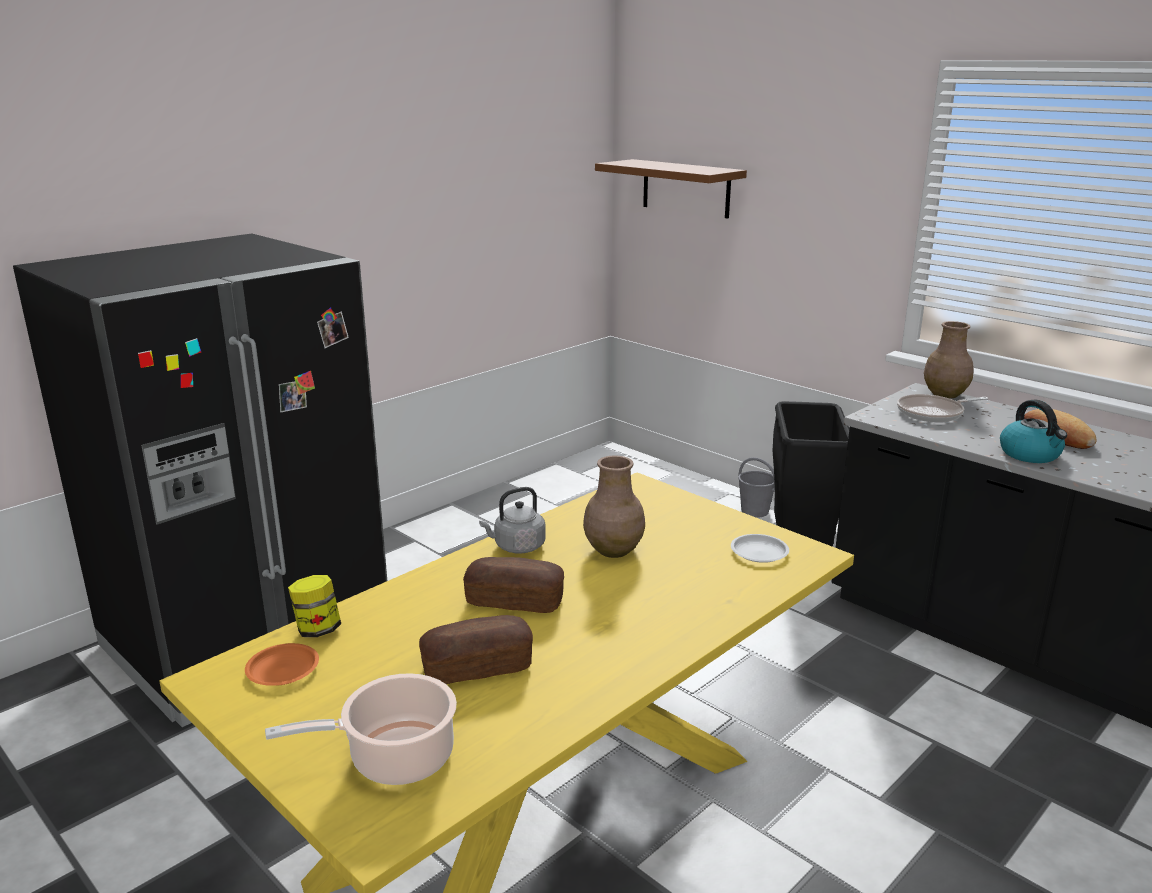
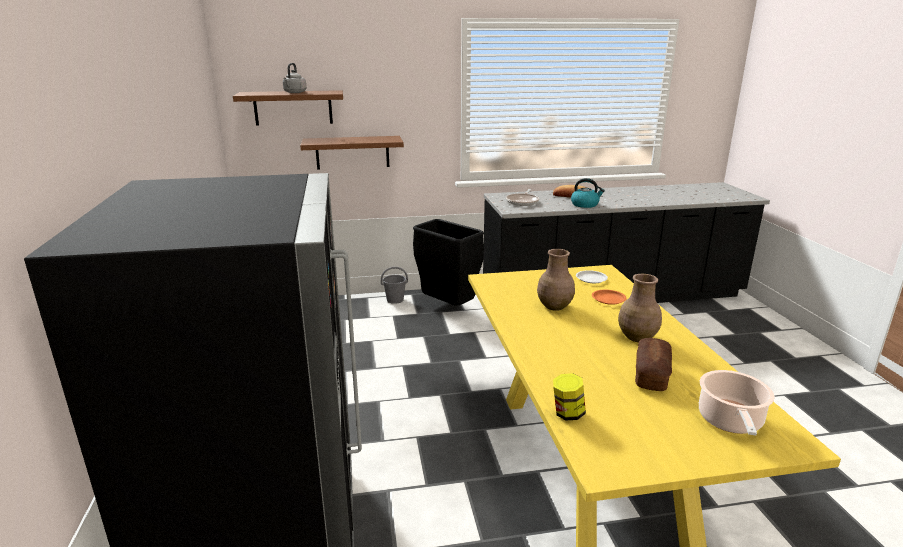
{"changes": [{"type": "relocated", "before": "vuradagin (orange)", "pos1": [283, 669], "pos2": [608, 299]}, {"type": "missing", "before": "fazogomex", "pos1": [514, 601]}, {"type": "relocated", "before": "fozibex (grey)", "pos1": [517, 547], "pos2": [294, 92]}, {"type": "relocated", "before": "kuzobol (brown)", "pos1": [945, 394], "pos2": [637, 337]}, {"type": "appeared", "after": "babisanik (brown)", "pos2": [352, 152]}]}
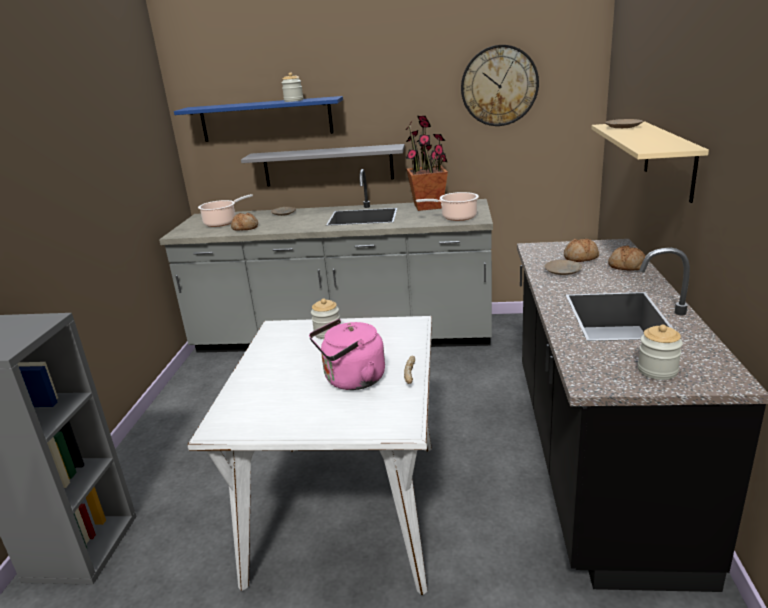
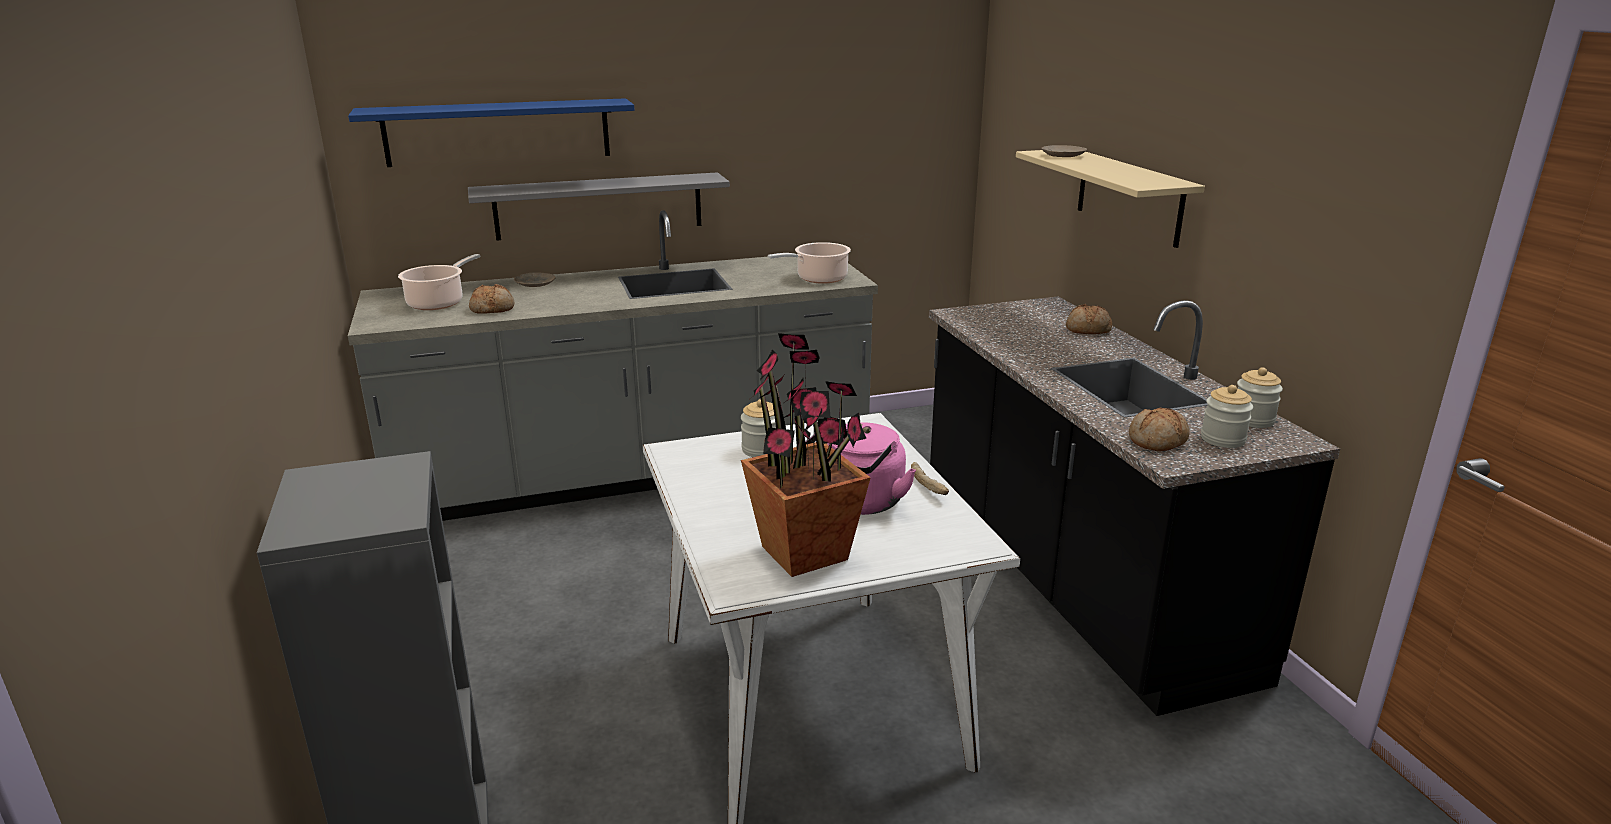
{"changes": [{"type": "relocated", "before": "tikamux", "pos1": [293, 100], "pos2": [1252, 420]}, {"type": "relocated", "before": "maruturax", "pos1": [428, 206], "pos2": [805, 553]}, {"type": "missing", "before": "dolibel", "pos1": [499, 86]}, {"type": "missing", "before": "vuradagin (beige)", "pos1": [563, 271]}, {"type": "relocated", "before": "fazogomex", "pos1": [581, 258], "pos2": [1158, 441]}]}
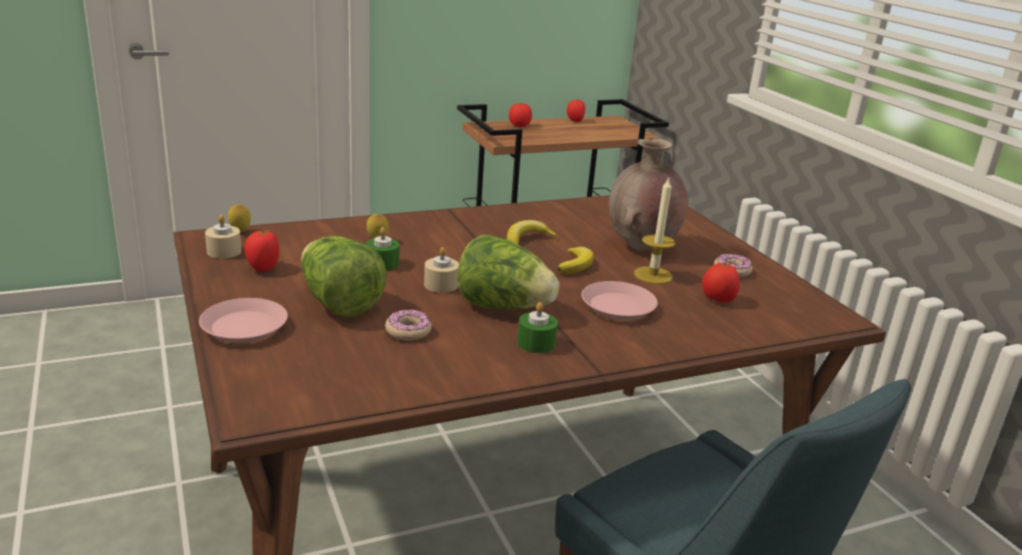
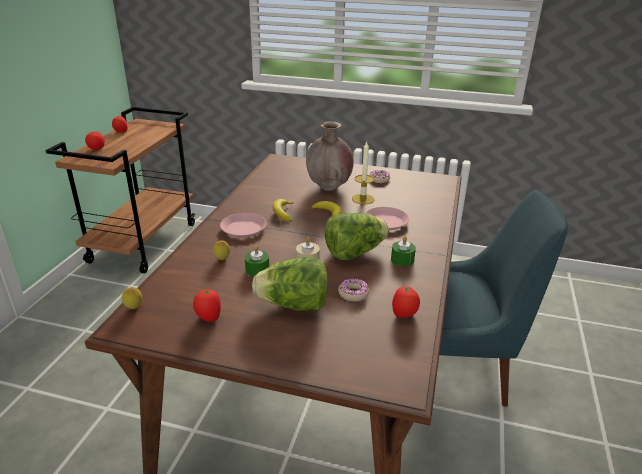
{"changes": [{"type": "relocated", "before": "vuradagin (pink)", "pos1": [245, 327], "pos2": [244, 229]}, {"type": "missing", "before": "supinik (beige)", "pos1": [224, 251]}, {"type": "relocated", "before": "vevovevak", "pos1": [717, 300], "pos2": [404, 315]}]}
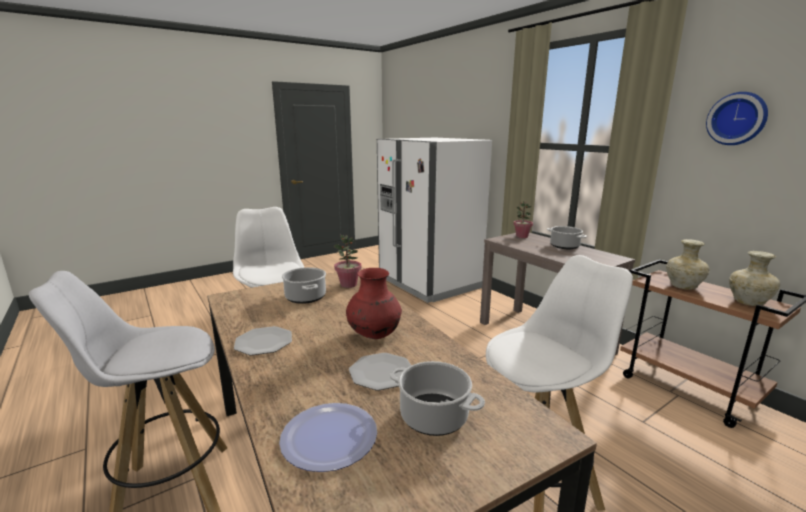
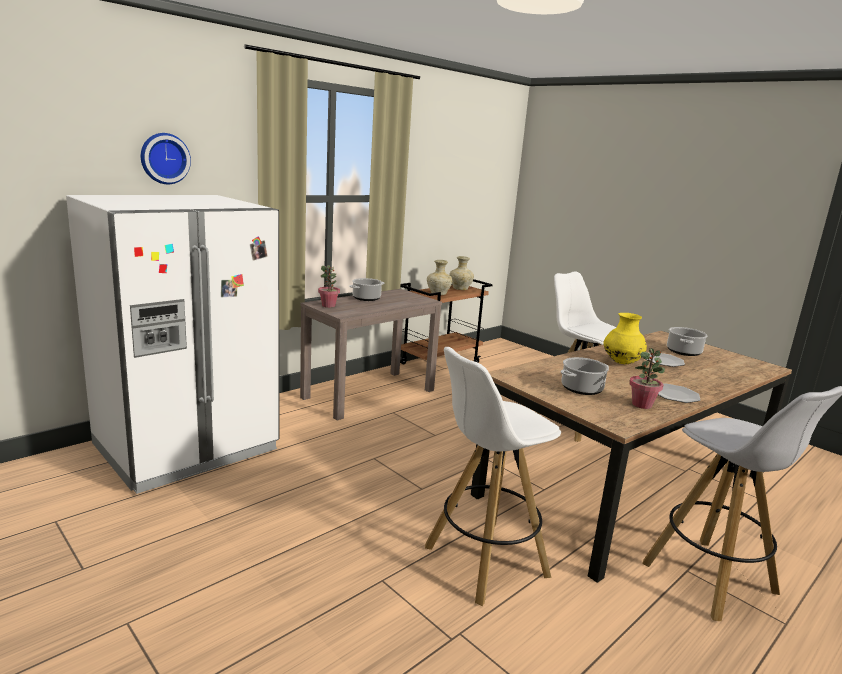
{"changes": [{"type": "missing", "before": "vuradagin", "pos1": [329, 437]}, {"type": "relocated", "before": "maruturax", "pos1": [348, 285], "pos2": [642, 405]}, {"type": "colour", "before": "kuzobol (red)", "after": "kuzobol (yellow)", "pos1": [374, 335], "pos2": [621, 363]}, {"type": "relocated", "before": "dolibel", "pos1": [737, 119], "pos2": [164, 158]}]}
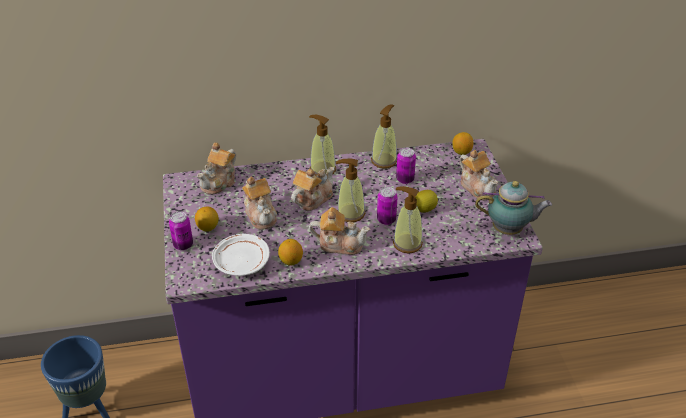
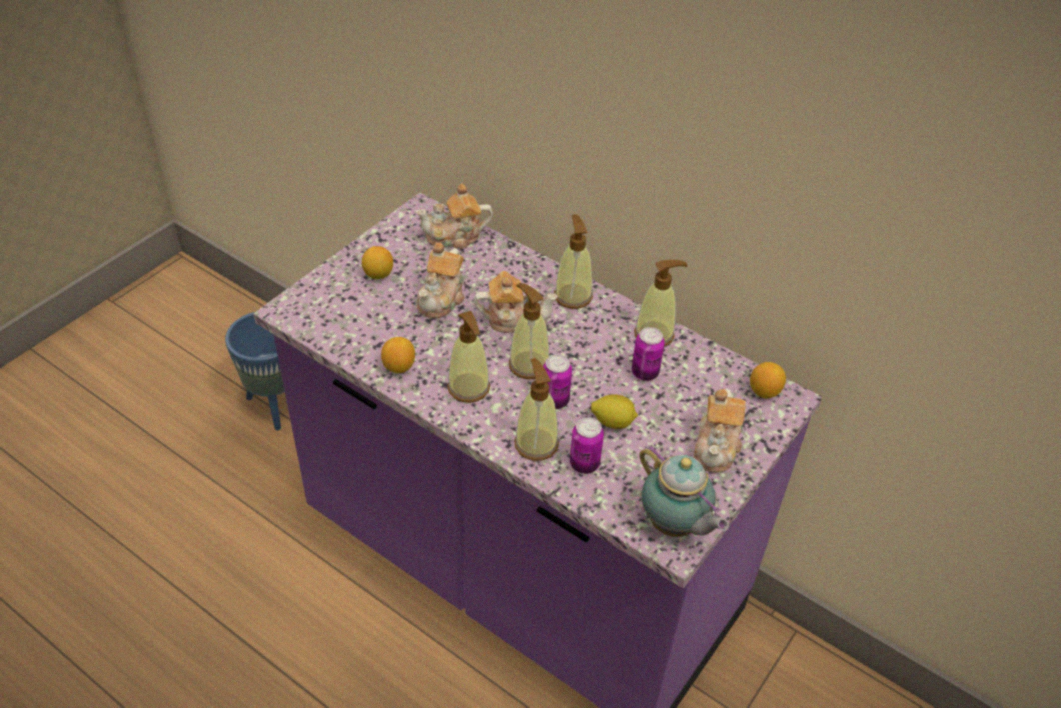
{"changes": [{"type": "relocated", "before": "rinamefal", "pos1": [183, 245], "pos2": [584, 464]}, {"type": "missing", "before": "vuradagin (white)", "pos1": [241, 262]}, {"type": "exchanged", "before": "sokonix", "after": "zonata", "pos1": [339, 244], "pos2": [469, 388]}]}
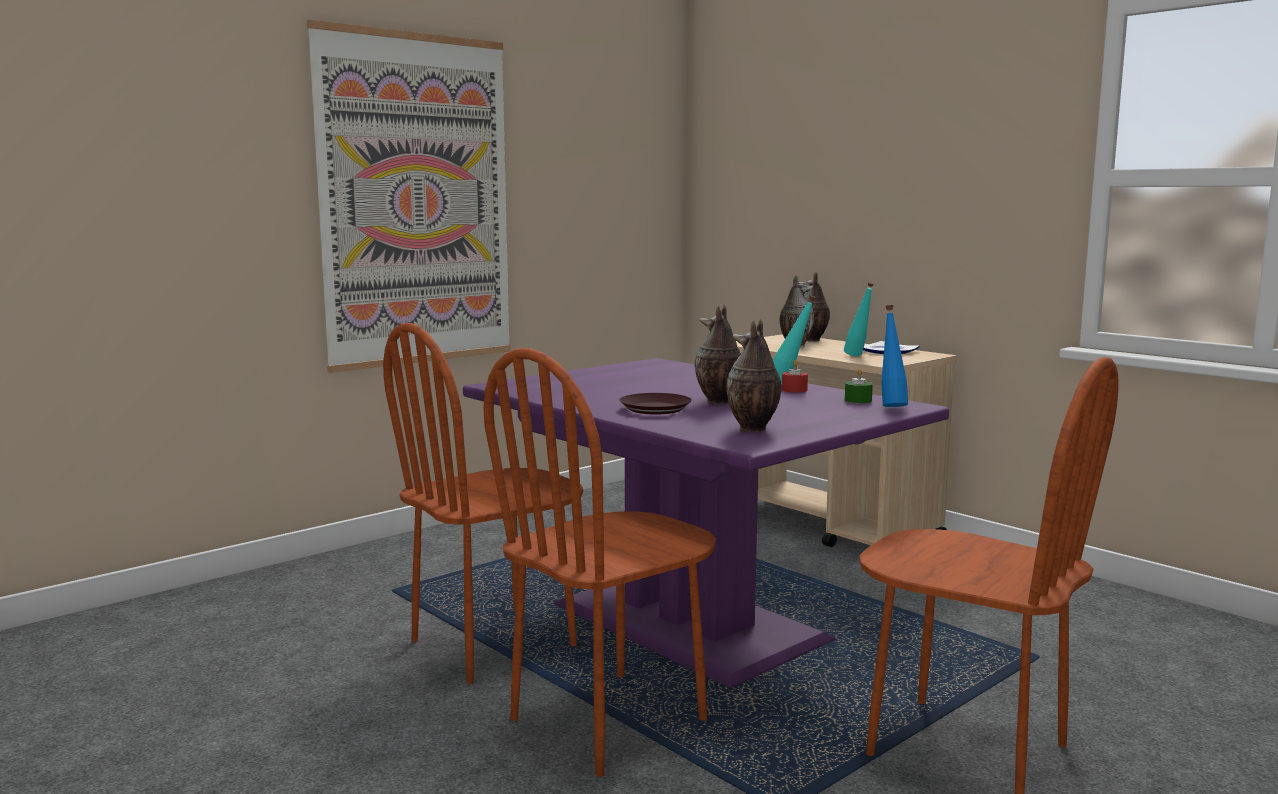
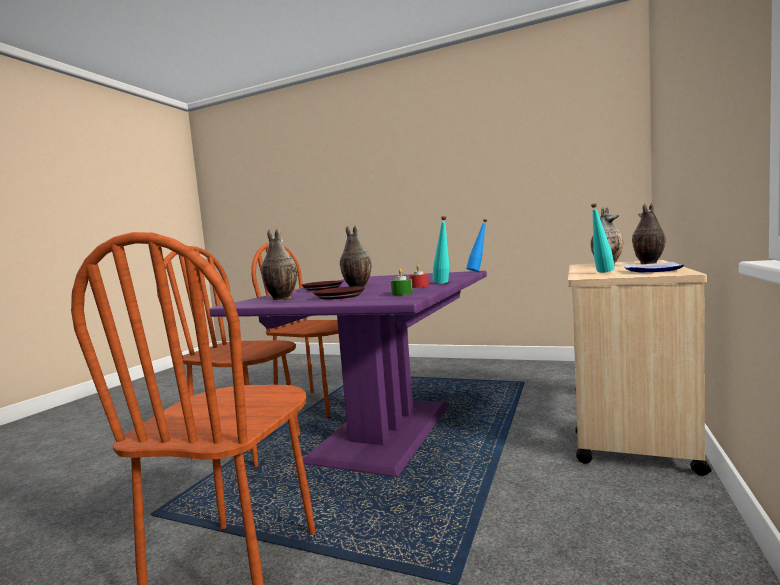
{"changes": [{"type": "missing", "before": "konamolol", "pos1": [417, 201]}, {"type": "relocated", "before": "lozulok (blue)", "pos1": [891, 406], "pos2": [478, 271]}, {"type": "appeared", "after": "vuradagin (brown)", "pos2": [340, 297]}]}
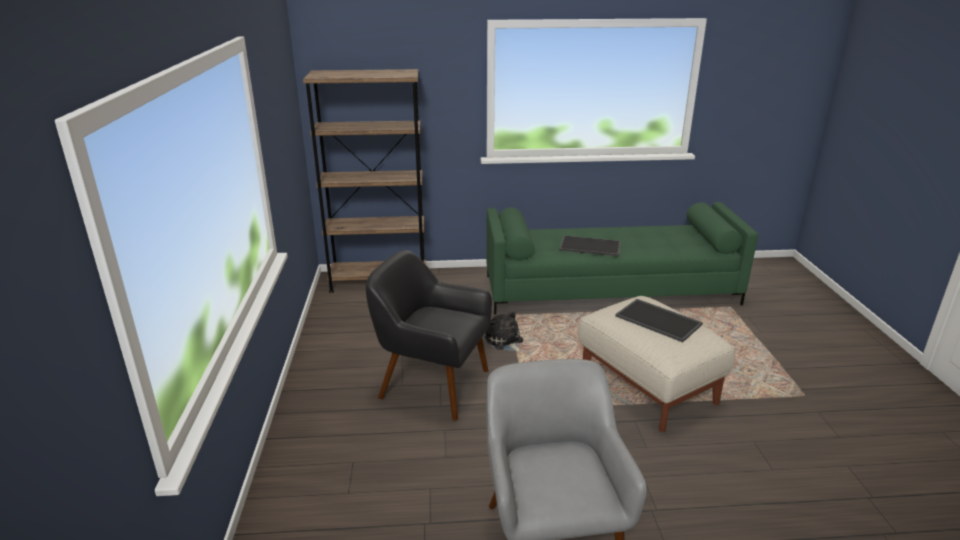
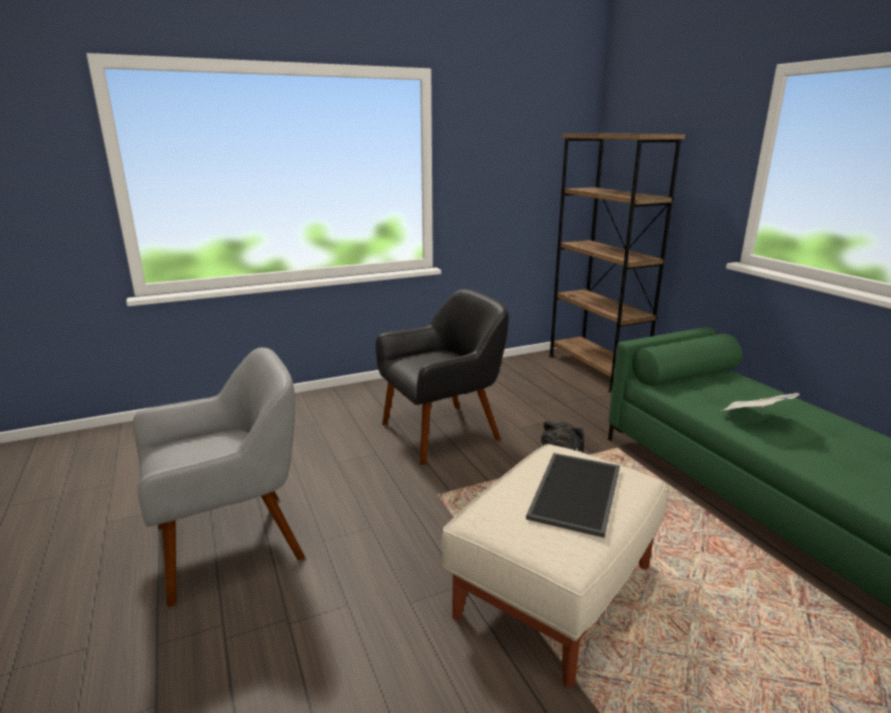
{"changes": [{"type": "spun", "before": "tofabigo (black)", "pos1": [432, 385], "pos2": [442, 433], "turn": 60}, {"type": "exchanged", "before": "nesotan", "after": "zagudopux", "pos1": [589, 246], "pos2": [754, 418]}]}
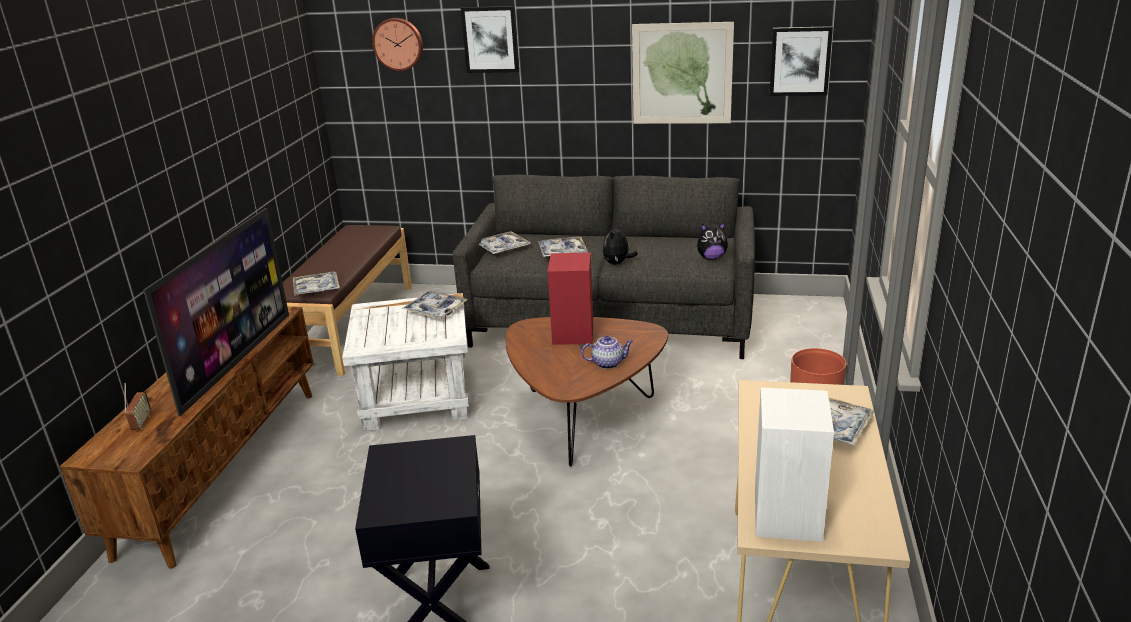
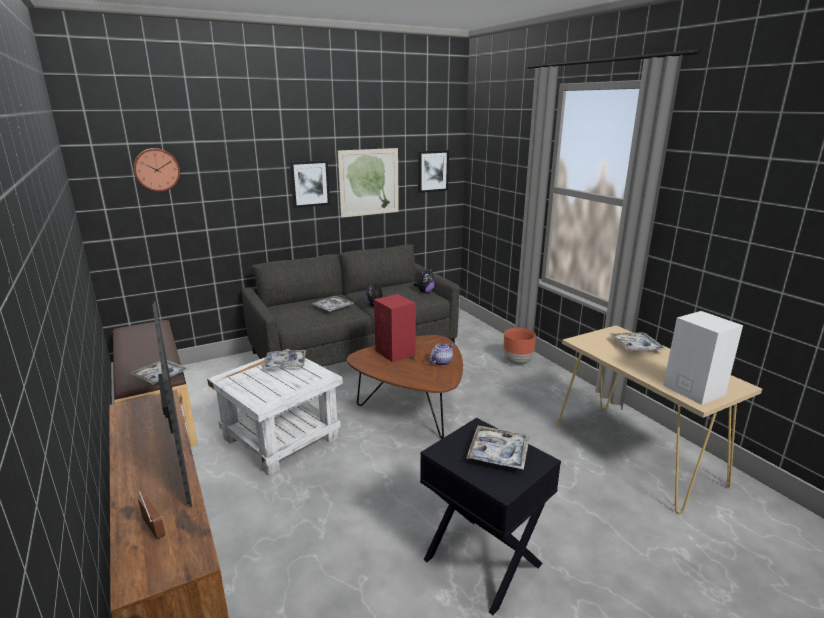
{"changes": [{"type": "relocated", "before": "konamolol", "pos1": [490, 39], "pos2": [310, 183]}, {"type": "relocated", "before": "nesotan", "pos1": [502, 248], "pos2": [498, 453]}]}
